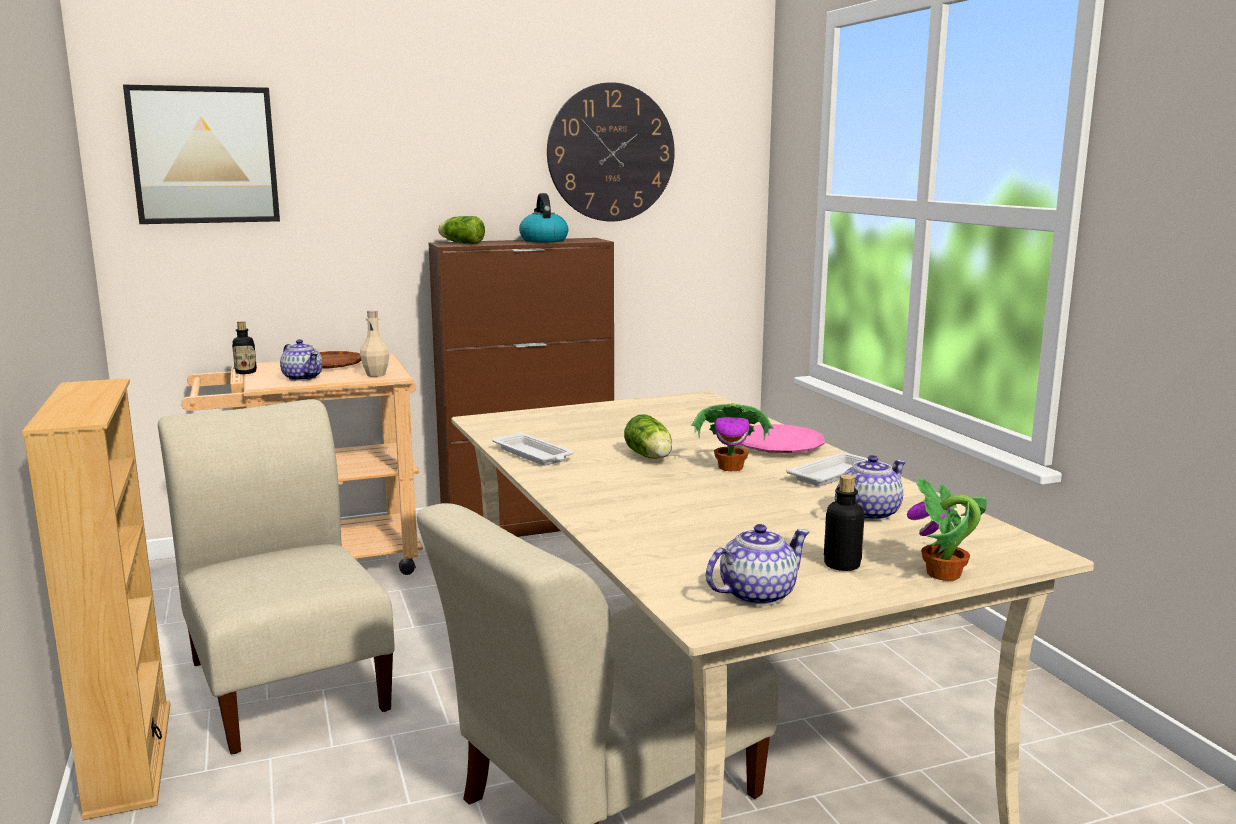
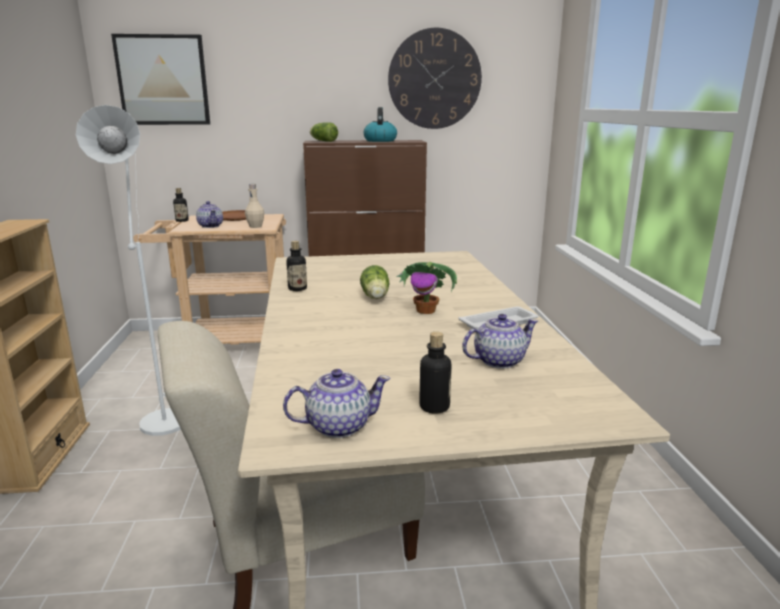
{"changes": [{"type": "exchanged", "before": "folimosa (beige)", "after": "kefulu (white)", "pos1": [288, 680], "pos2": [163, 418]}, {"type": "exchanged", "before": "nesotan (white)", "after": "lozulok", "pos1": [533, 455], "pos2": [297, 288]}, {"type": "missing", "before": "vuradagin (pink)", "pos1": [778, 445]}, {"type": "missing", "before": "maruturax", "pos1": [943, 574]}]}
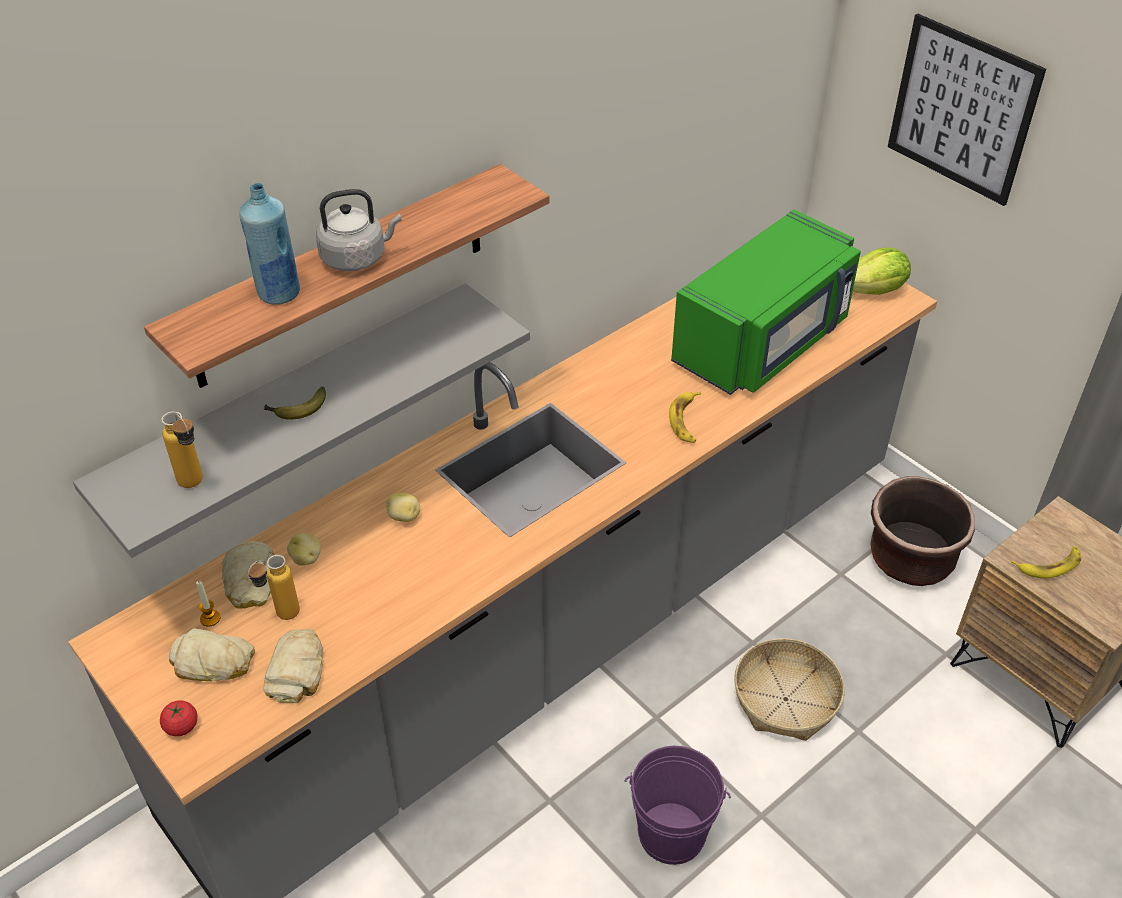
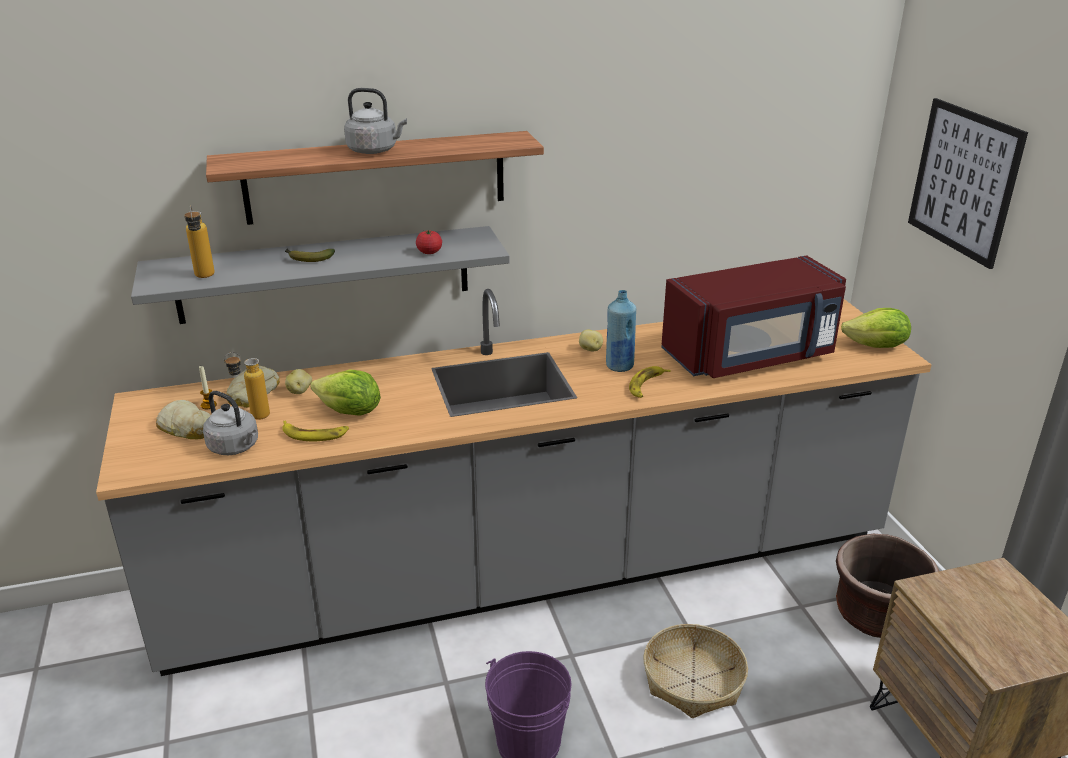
{"changes": [{"type": "relocated", "before": "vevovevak", "pos1": [181, 726], "pos2": [429, 252]}, {"type": "relocated", "before": "lozulok (blue)", "pos1": [278, 294], "pos2": [619, 366]}, {"type": "exchanged", "before": "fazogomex", "after": "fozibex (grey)", "pos1": [297, 670], "pos2": [235, 447]}, {"type": "relocated", "before": "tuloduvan", "pos1": [404, 517], "pos2": [590, 349]}, {"type": "colour", "before": "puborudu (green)", "after": "puborudu (red)", "pos1": [764, 342], "pos2": [751, 356]}, {"type": "relocated", "before": "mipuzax", "pos1": [1049, 565], "pos2": [314, 434]}, {"type": "appeared", "after": "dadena", "pos2": [350, 412]}]}
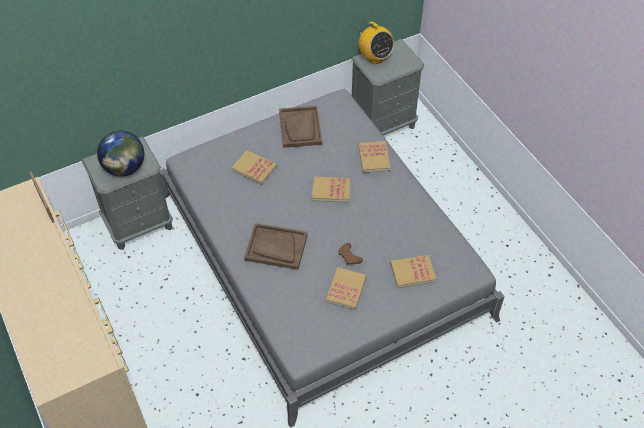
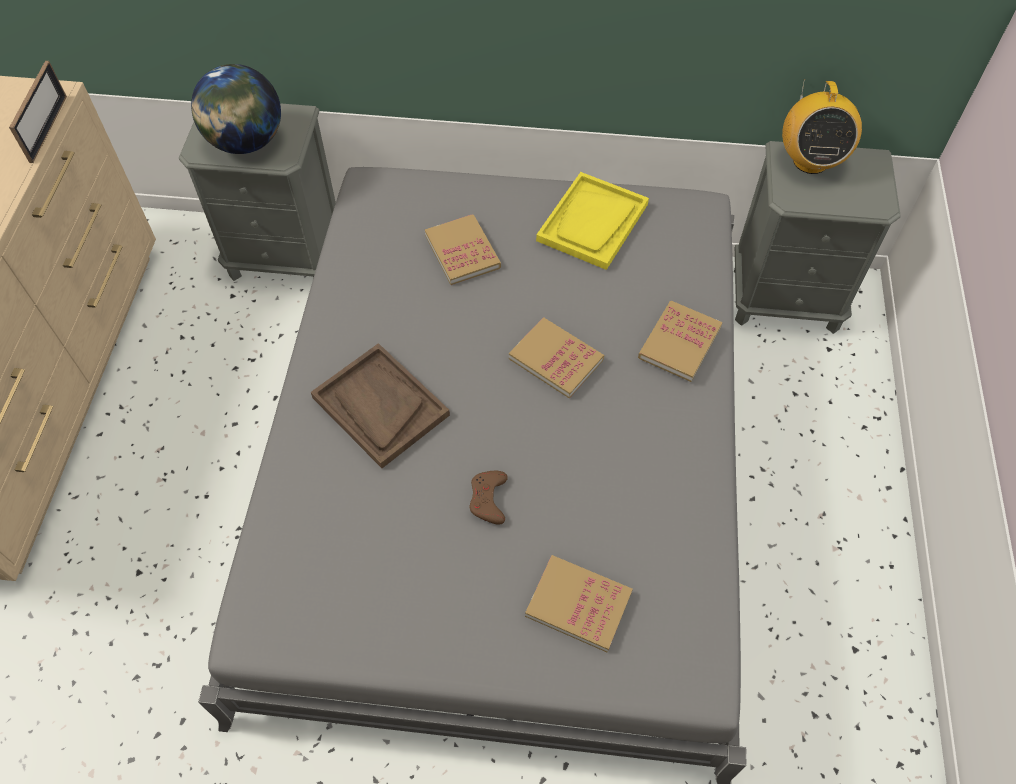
{"changes": [{"type": "colour", "before": "nesotan (brown)", "after": "nesotan (yellow)", "pos1": [300, 128], "pos2": [592, 223]}, {"type": "missing", "before": "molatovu", "pos1": [346, 289]}]}
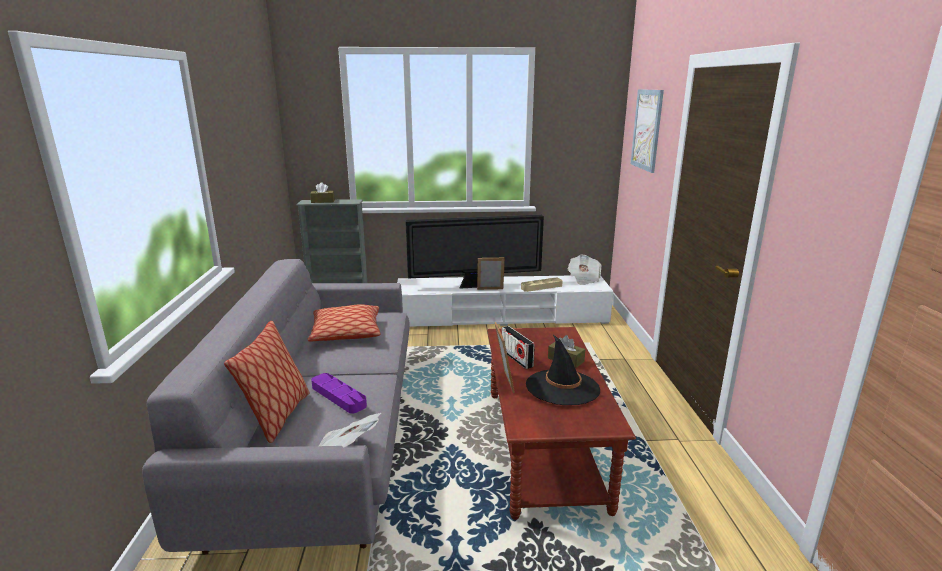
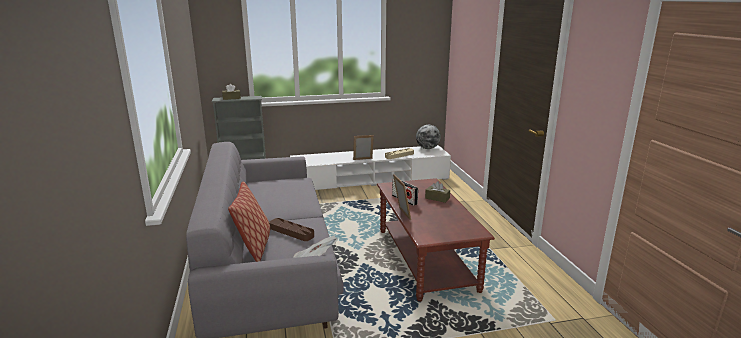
{"changes": [{"type": "missing", "before": "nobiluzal", "pos1": [346, 333]}, {"type": "colour", "before": "nesotan (purple)", "after": "nesotan (brown)", "pos1": [338, 396], "pos2": [291, 232]}, {"type": "missing", "before": "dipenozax", "pos1": [475, 286]}, {"type": "missing", "before": "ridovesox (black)", "pos1": [562, 387]}, {"type": "exchanged", "before": "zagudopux", "after": "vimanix", "pos1": [583, 279], "pos2": [427, 148]}, {"type": "missing", "before": "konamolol", "pos1": [647, 129]}]}
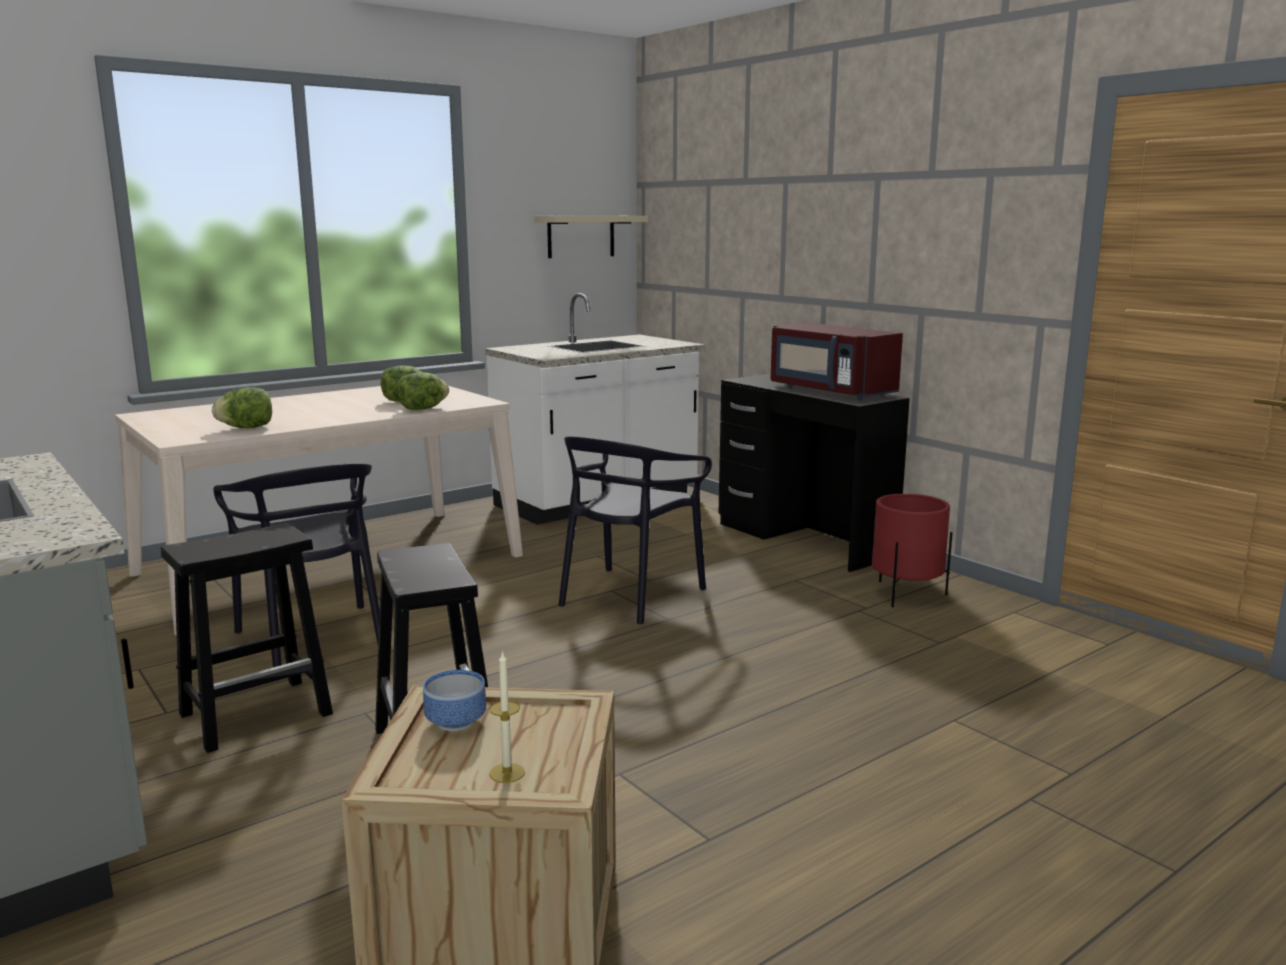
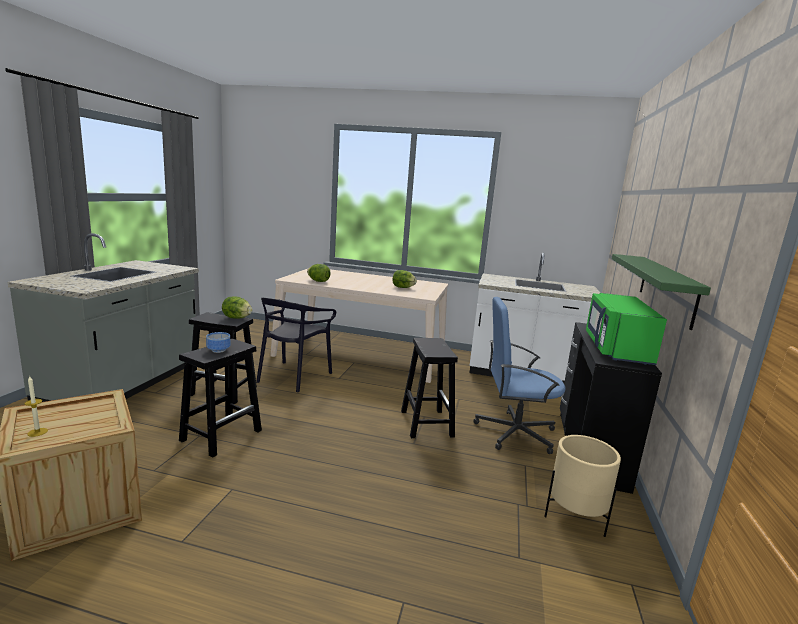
{"changes": [{"type": "relocated", "before": "dadena", "pos1": [423, 409], "pos2": [237, 318]}, {"type": "relocated", "before": "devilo", "pos1": [453, 721], "pos2": [219, 350]}, {"type": "missing", "before": "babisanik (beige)", "pos1": [581, 236]}, {"type": "exchanged", "before": "folimosa (black)", "after": "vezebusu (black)", "pos1": [630, 595], "pos2": [426, 423]}, {"type": "colour", "before": "puborudu (red)", "after": "puborudu (green)", "pos1": [829, 391], "pos2": [615, 349]}, {"type": "colour", "before": "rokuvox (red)", "after": "rokuvox (beige)", "pos1": [906, 594], "pos2": [575, 516]}, {"type": "appeared", "after": "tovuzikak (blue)", "pos2": [514, 432]}, {"type": "appeared", "after": "babisanik (green)", "pos2": [666, 288]}]}
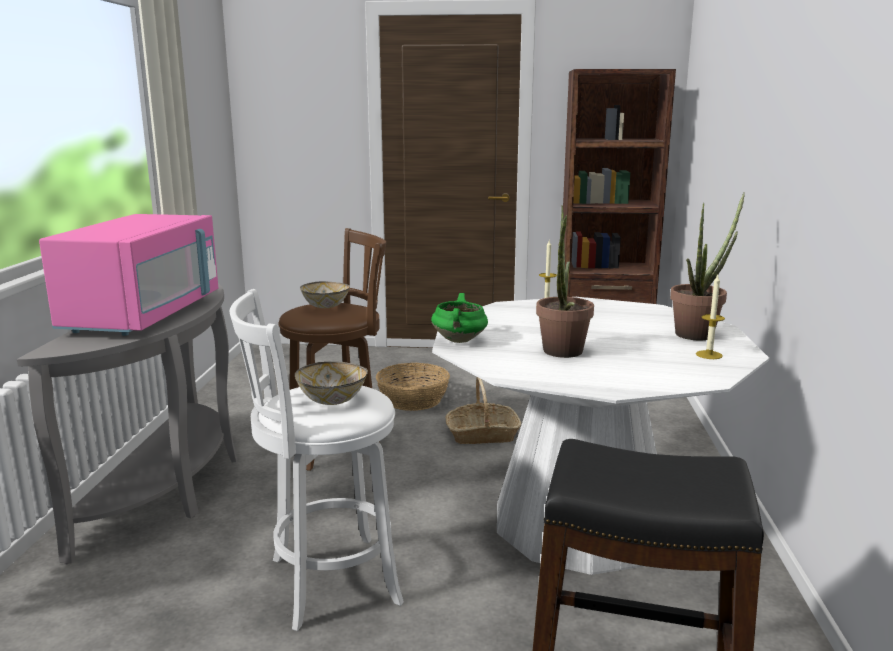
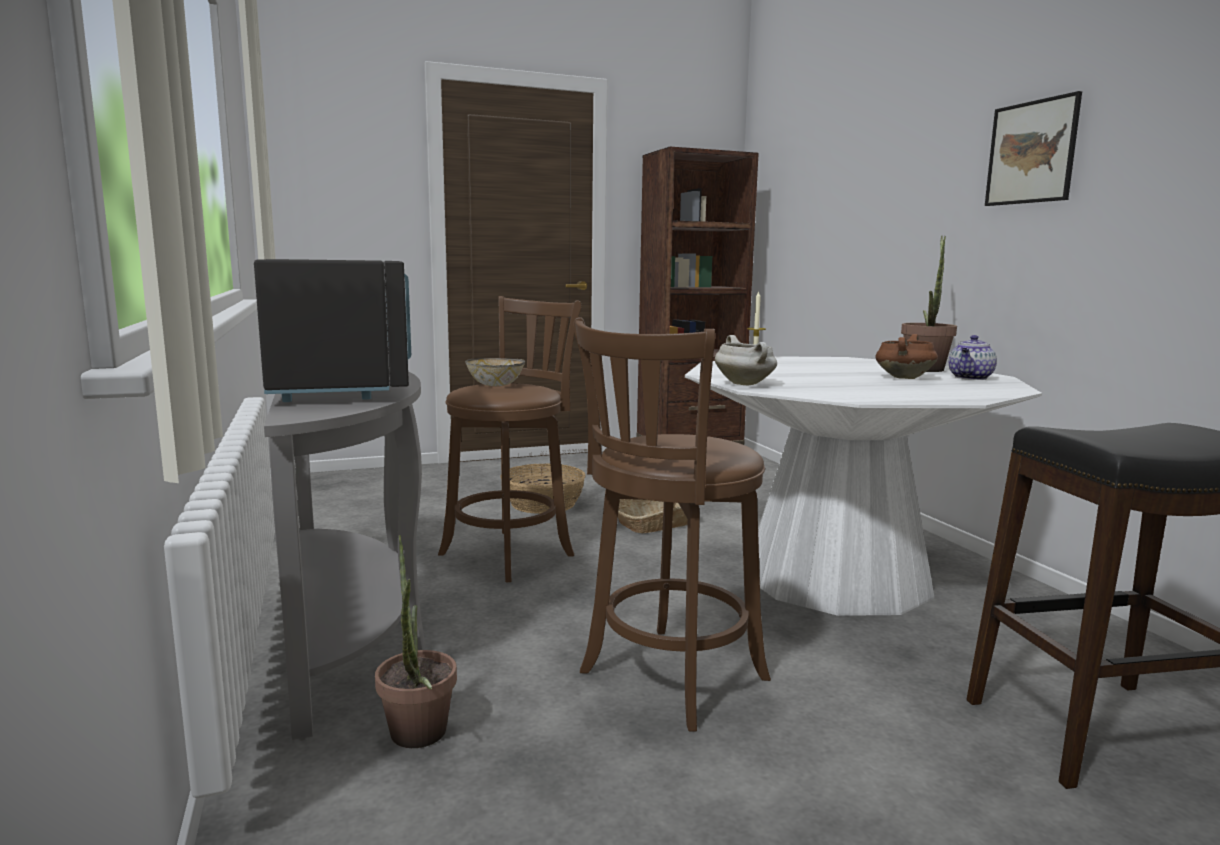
{"changes": [{"type": "colour", "before": "puborudu (pink)", "after": "puborudu (black)", "pos1": [145, 315], "pos2": [345, 385]}, {"type": "colour", "before": "vezebusu (white)", "after": "vezebusu (brown)", "pos1": [326, 582], "pos2": [667, 679]}, {"type": "missing", "before": "devilo", "pos1": [333, 400]}, {"type": "colour", "before": "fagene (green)", "after": "fagene (white)", "pos1": [460, 340], "pos2": [745, 384]}, {"type": "relocated", "before": "maruturax", "pos1": [562, 354], "pos2": [418, 740]}, {"type": "exchanged", "before": "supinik", "after": "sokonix", "pos1": [709, 355], "pos2": [970, 378]}, {"type": "appeared", "after": "fagene (brown)", "pos2": [903, 378]}, {"type": "appeared", "after": "konamolol", "pos2": [1031, 152]}]}
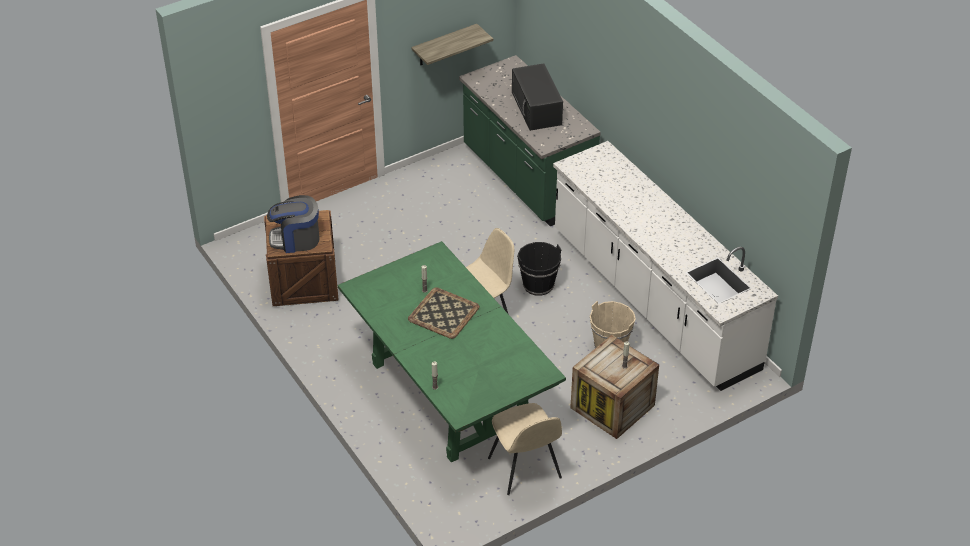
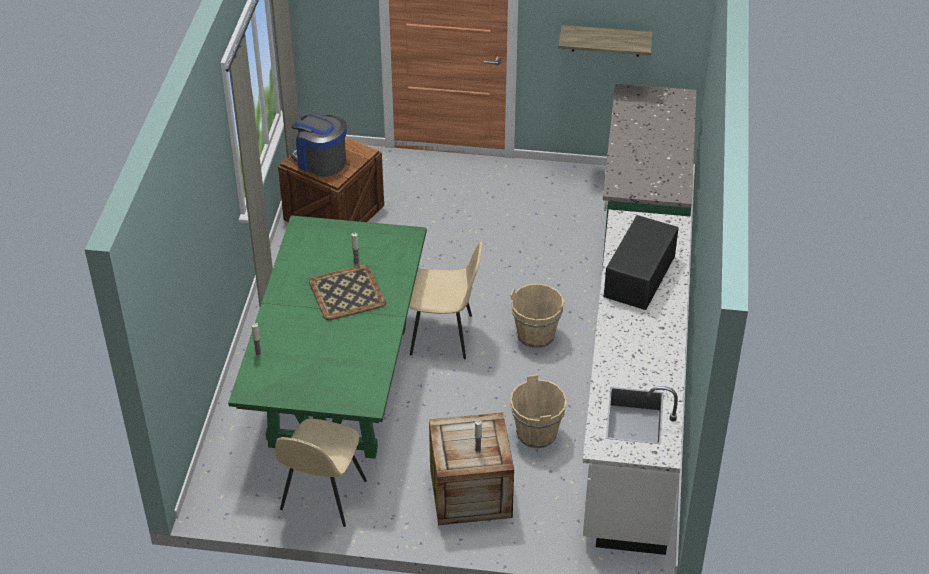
{"changes": [{"type": "relocated", "before": "puborudu (black)", "pos1": [537, 109], "pos2": [639, 277]}, {"type": "colour", "before": "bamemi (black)", "after": "bamemi (beige)", "pos1": [538, 285], "pos2": [535, 336]}]}
